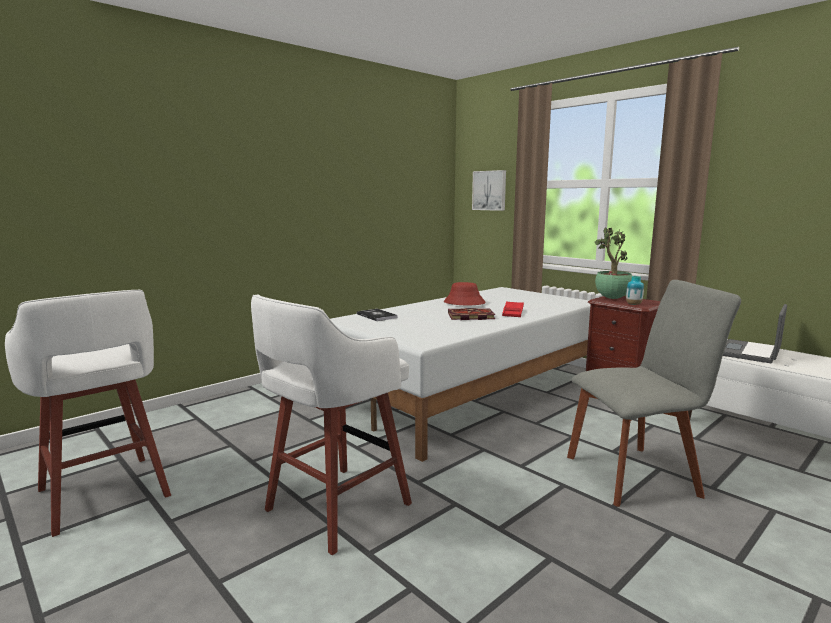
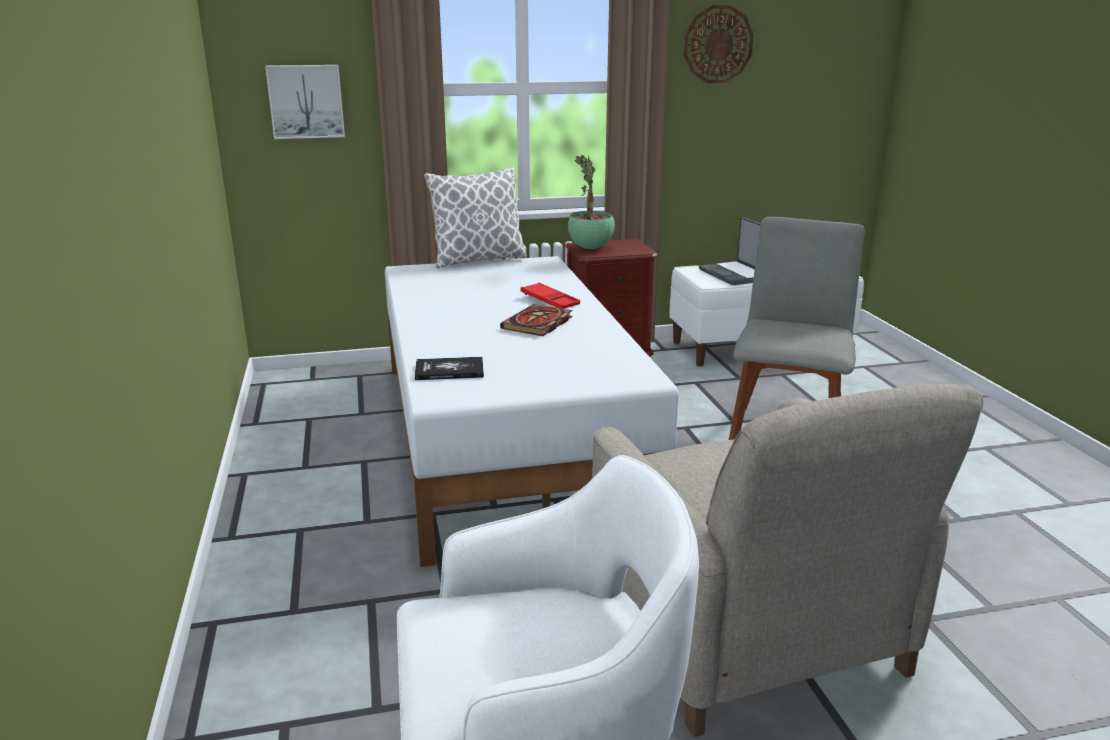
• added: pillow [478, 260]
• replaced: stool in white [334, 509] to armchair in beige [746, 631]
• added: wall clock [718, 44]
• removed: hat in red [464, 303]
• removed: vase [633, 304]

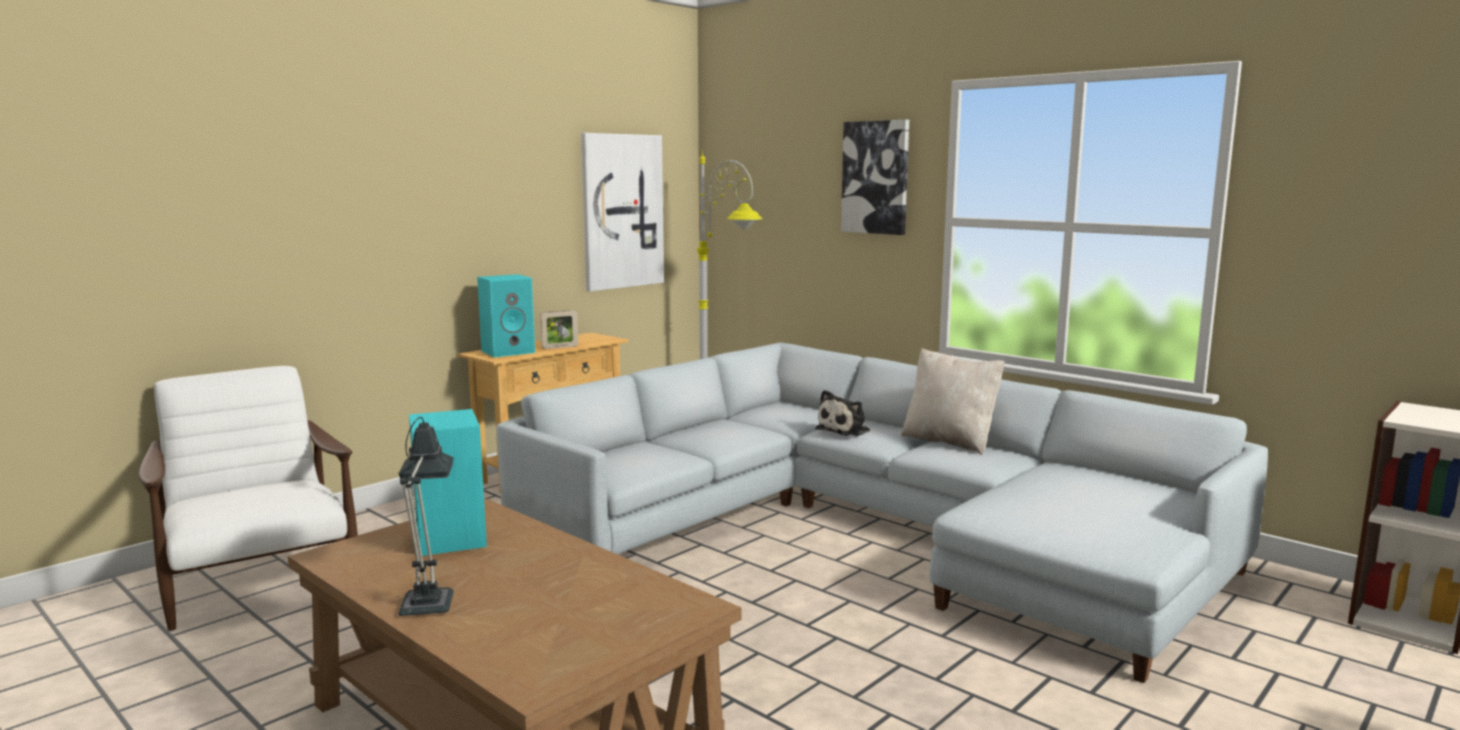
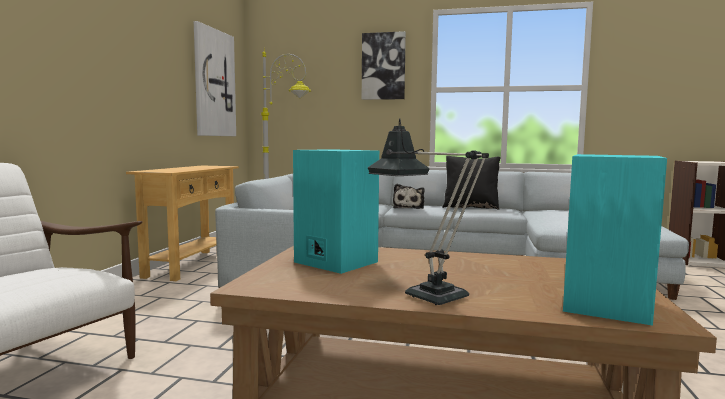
• recoloured: pillow in beige [949, 442] to pillow in black [470, 207]
• moved: speaker in turquoise [509, 351] to [603, 303]
• removed: picture frame [560, 347]

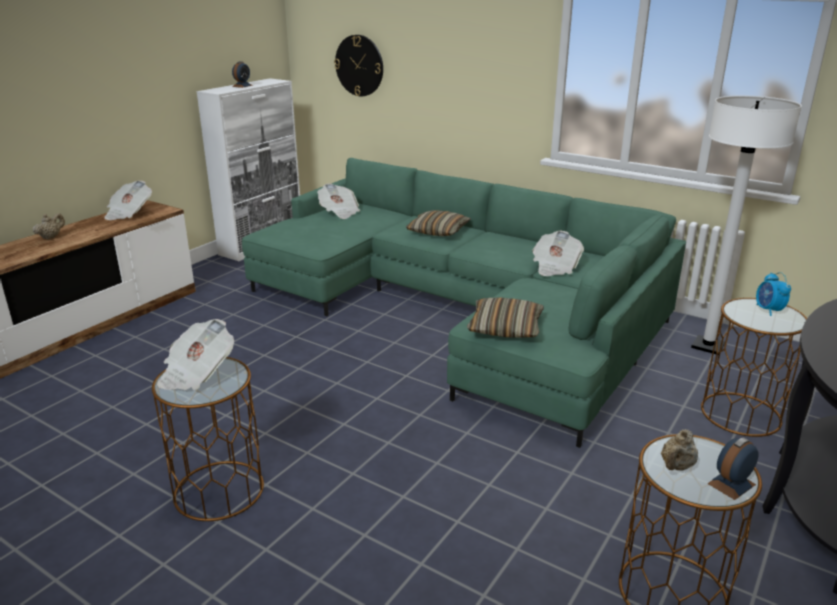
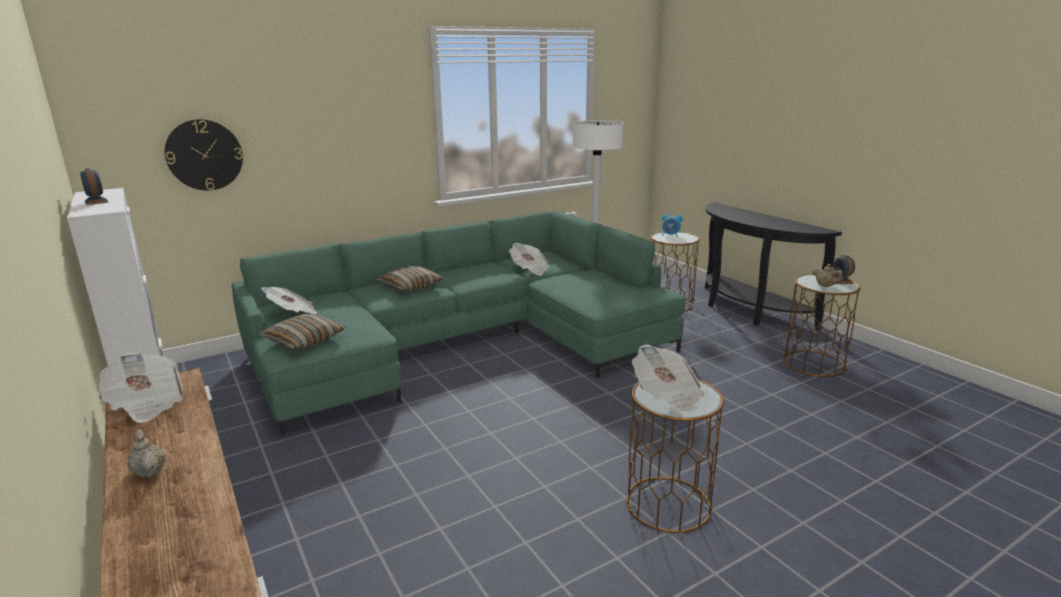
• moved: pillow [505, 328] to [304, 340]

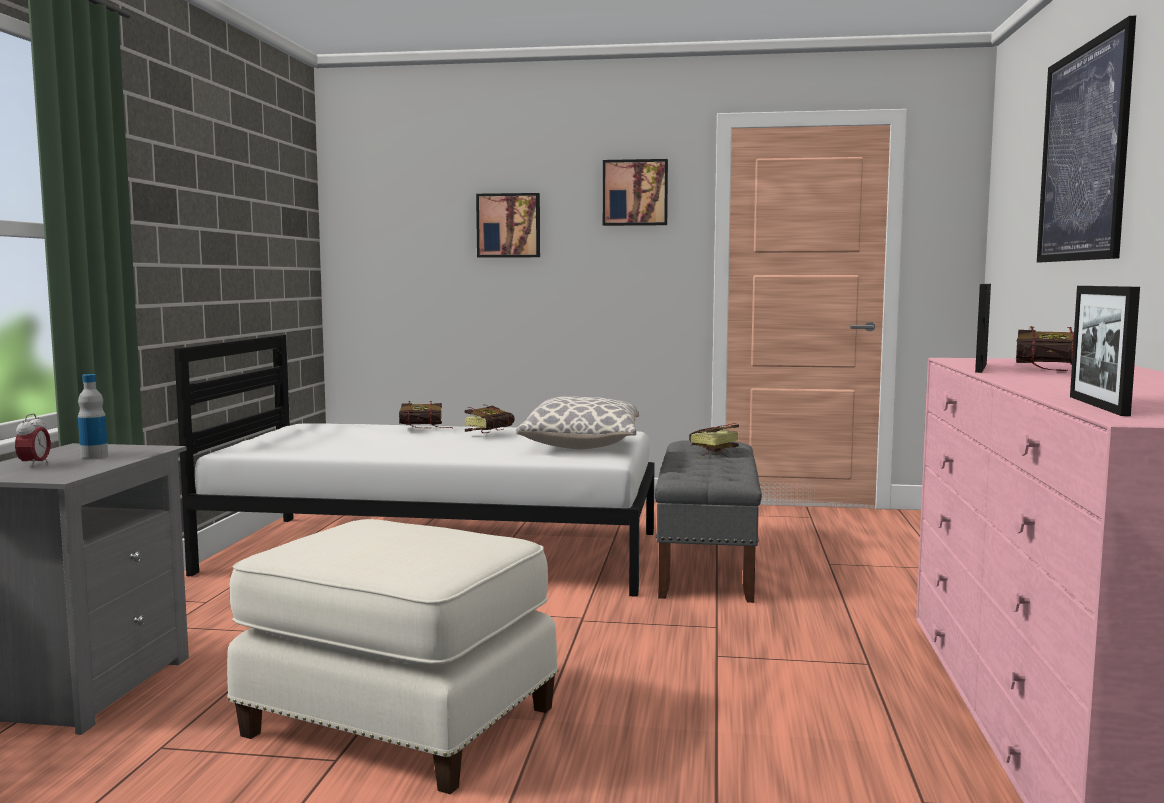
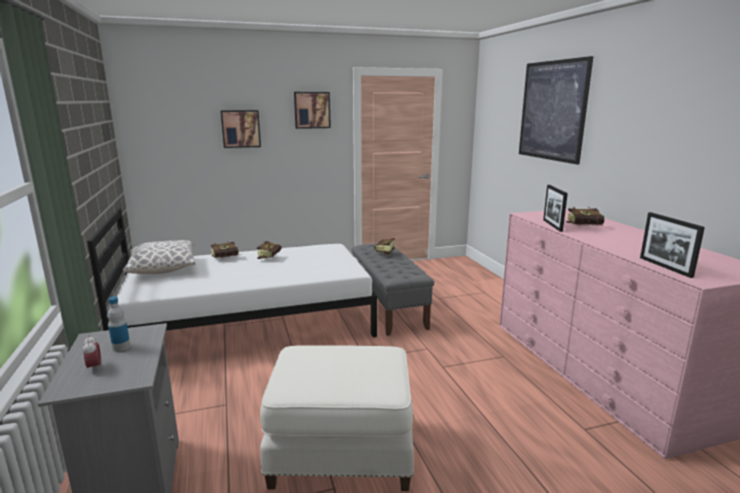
• moved: pillow [580, 447] to [163, 269]

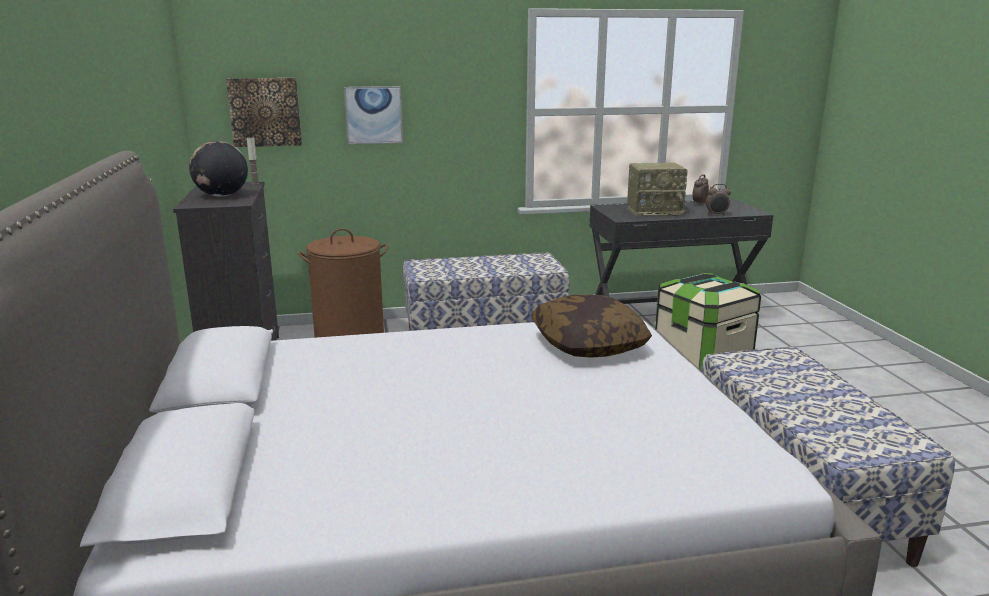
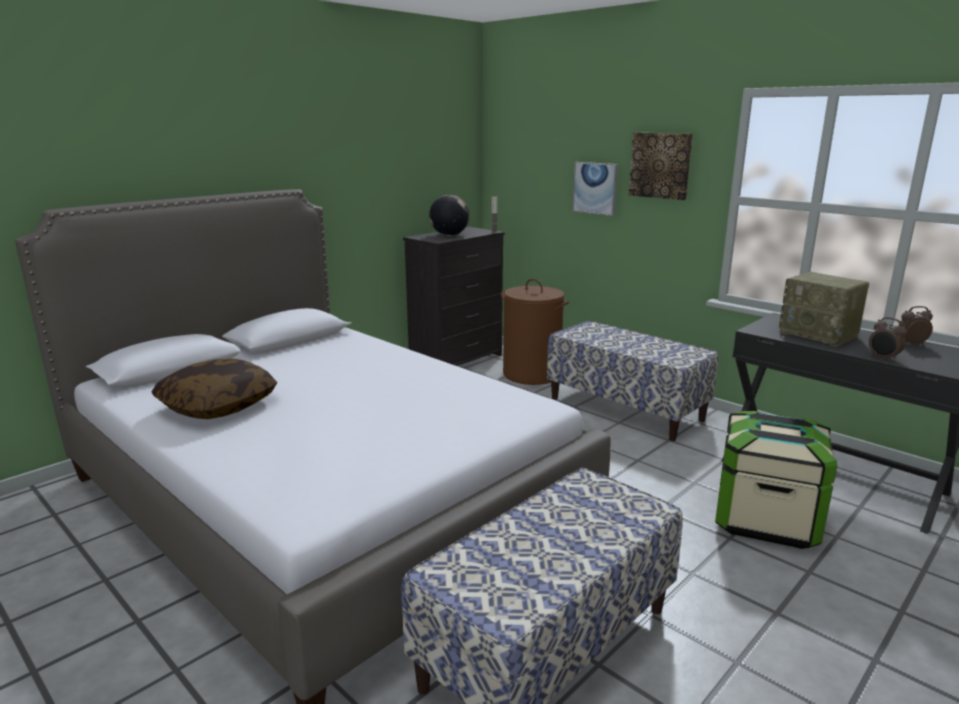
• moved: pillow [588, 345] to [218, 405]
• moved: picture [265, 112] to [660, 165]

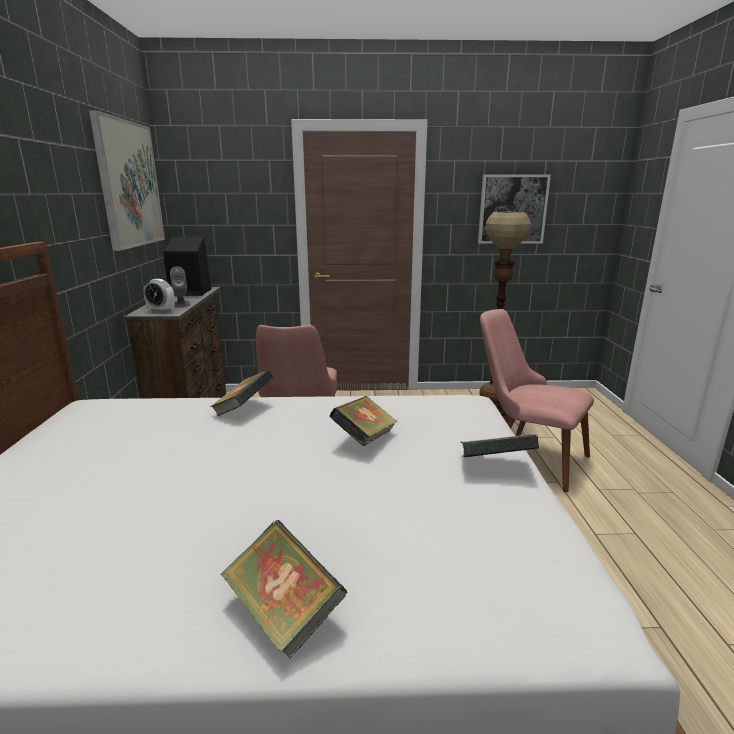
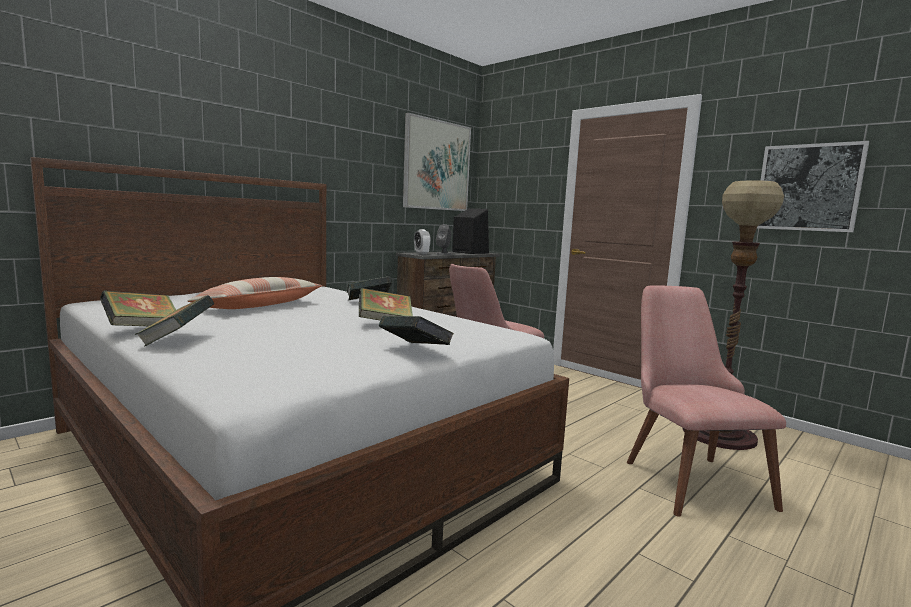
• added: book [142, 329]
• added: pillow [259, 306]

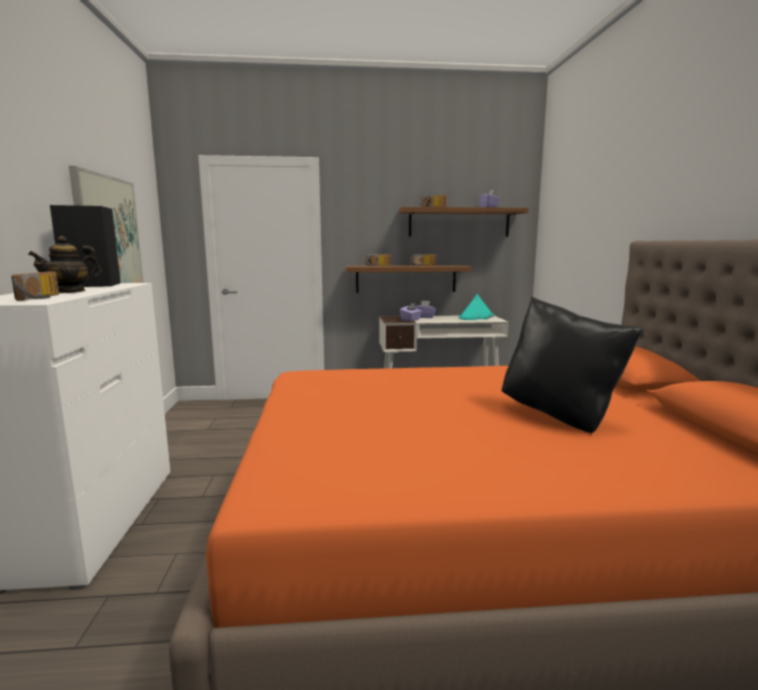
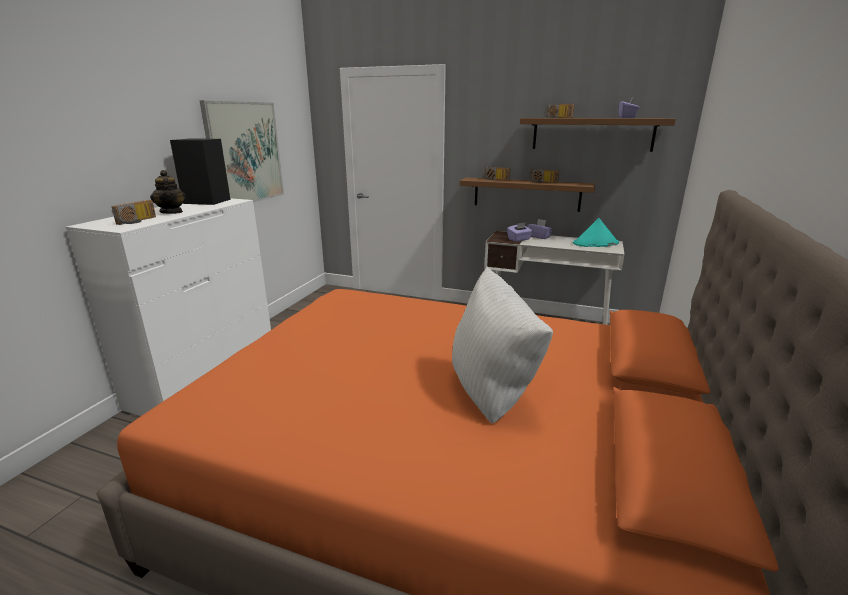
• turned: teapot [70, 291] = [172, 212] 105 degrees counterclockwise
• recoloured: pillow in black [560, 417] to pillow in white [493, 395]

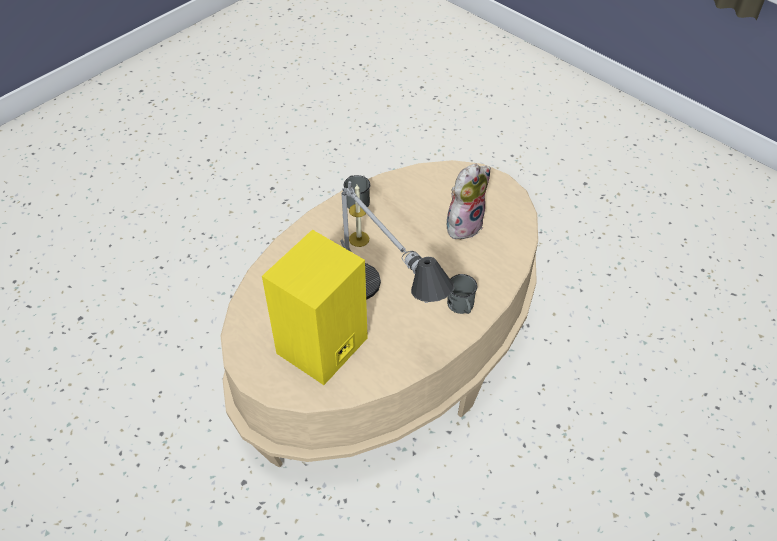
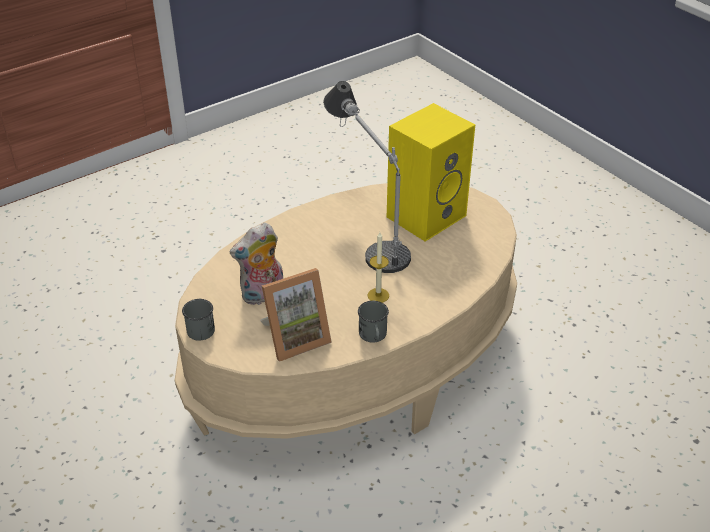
• moved: mug in grey [462, 307] to [201, 327]
• added: picture frame [295, 338]

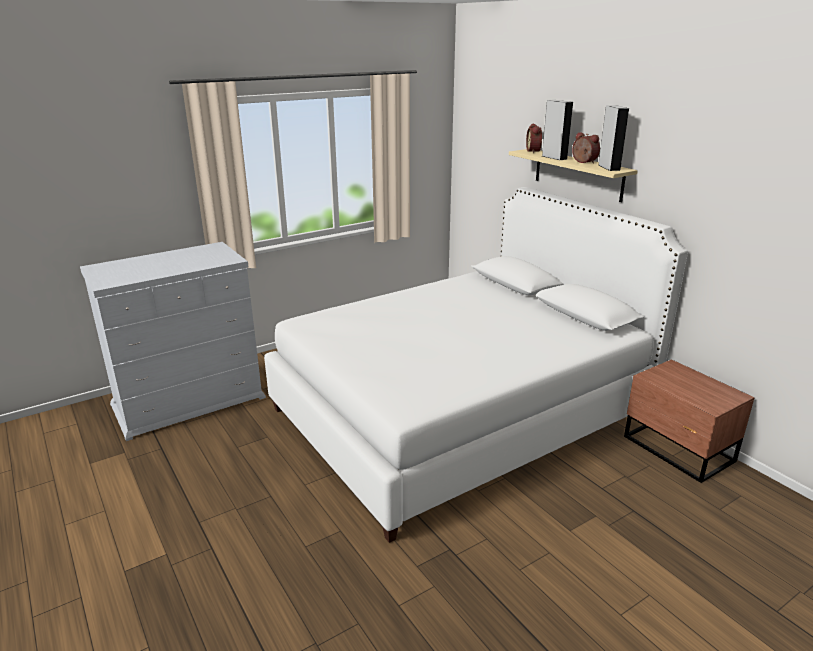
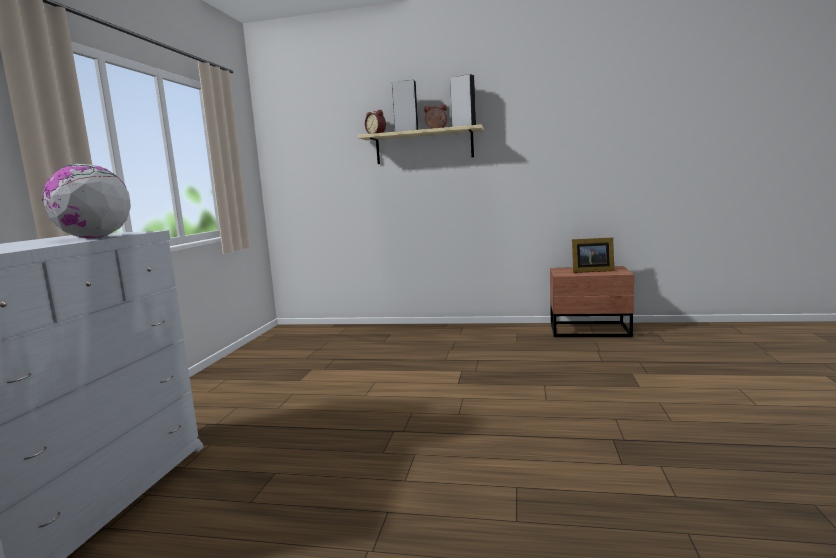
• added: globe [94, 238]
• added: picture frame [591, 271]
• removed: bed in white [460, 412]

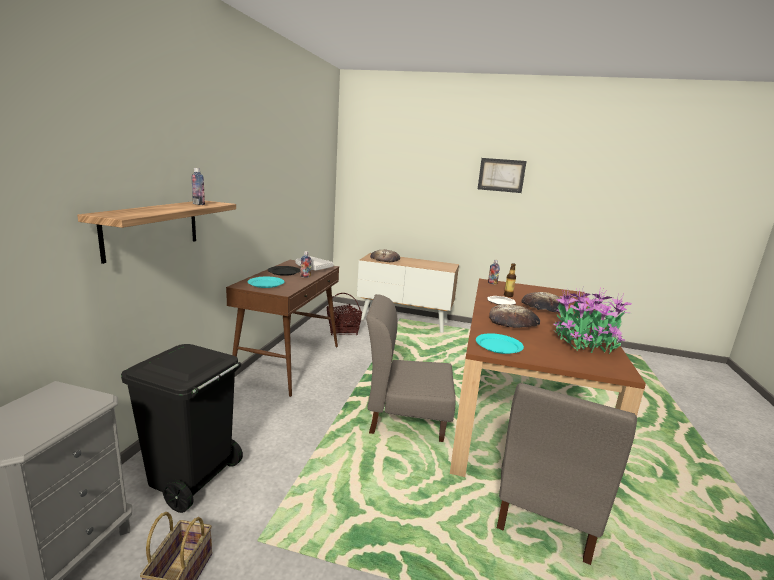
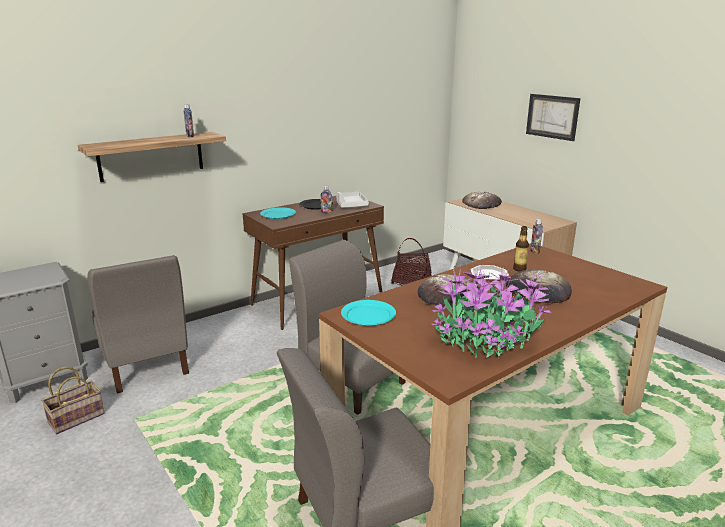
• replaced: trash can in black [191, 480] to chair in grey [146, 365]
• moved: picture [501, 175] to [552, 116]

